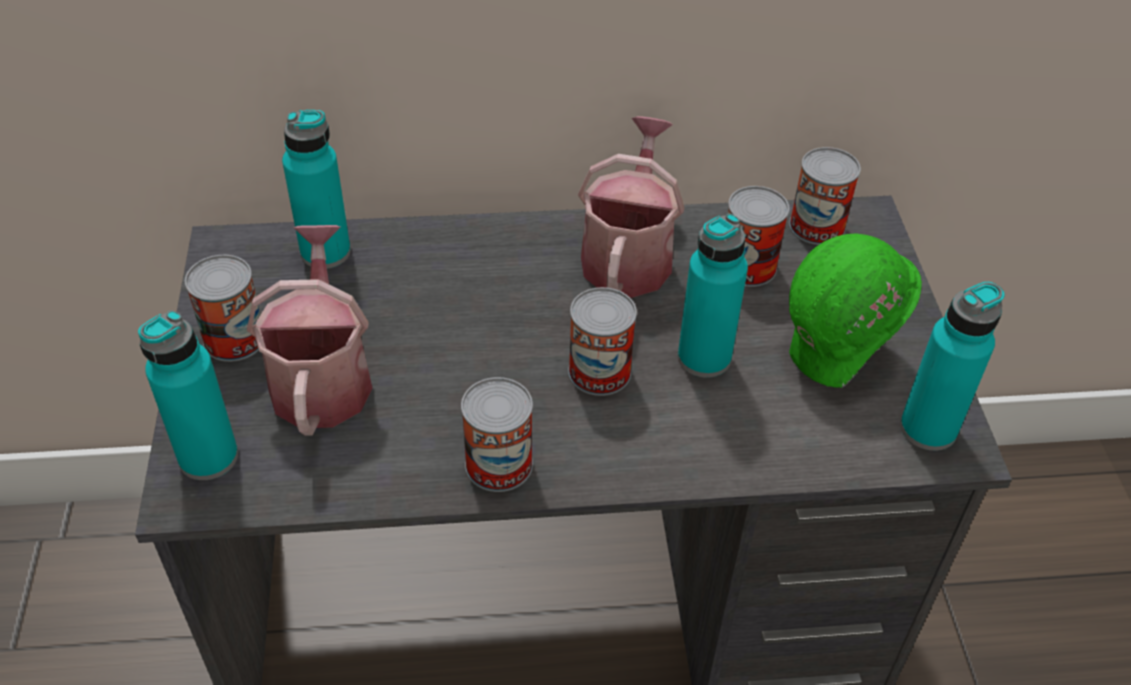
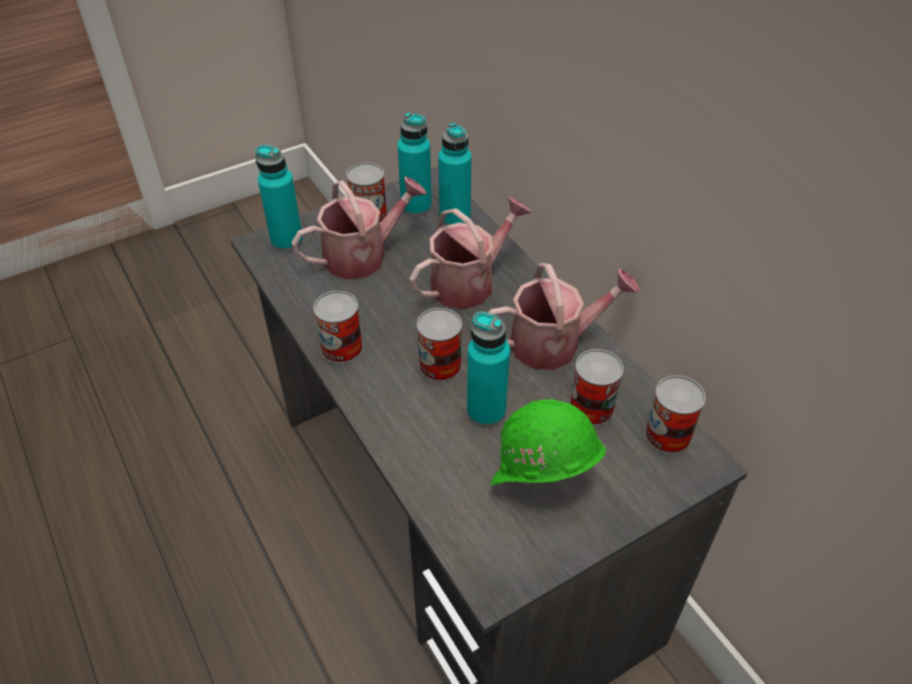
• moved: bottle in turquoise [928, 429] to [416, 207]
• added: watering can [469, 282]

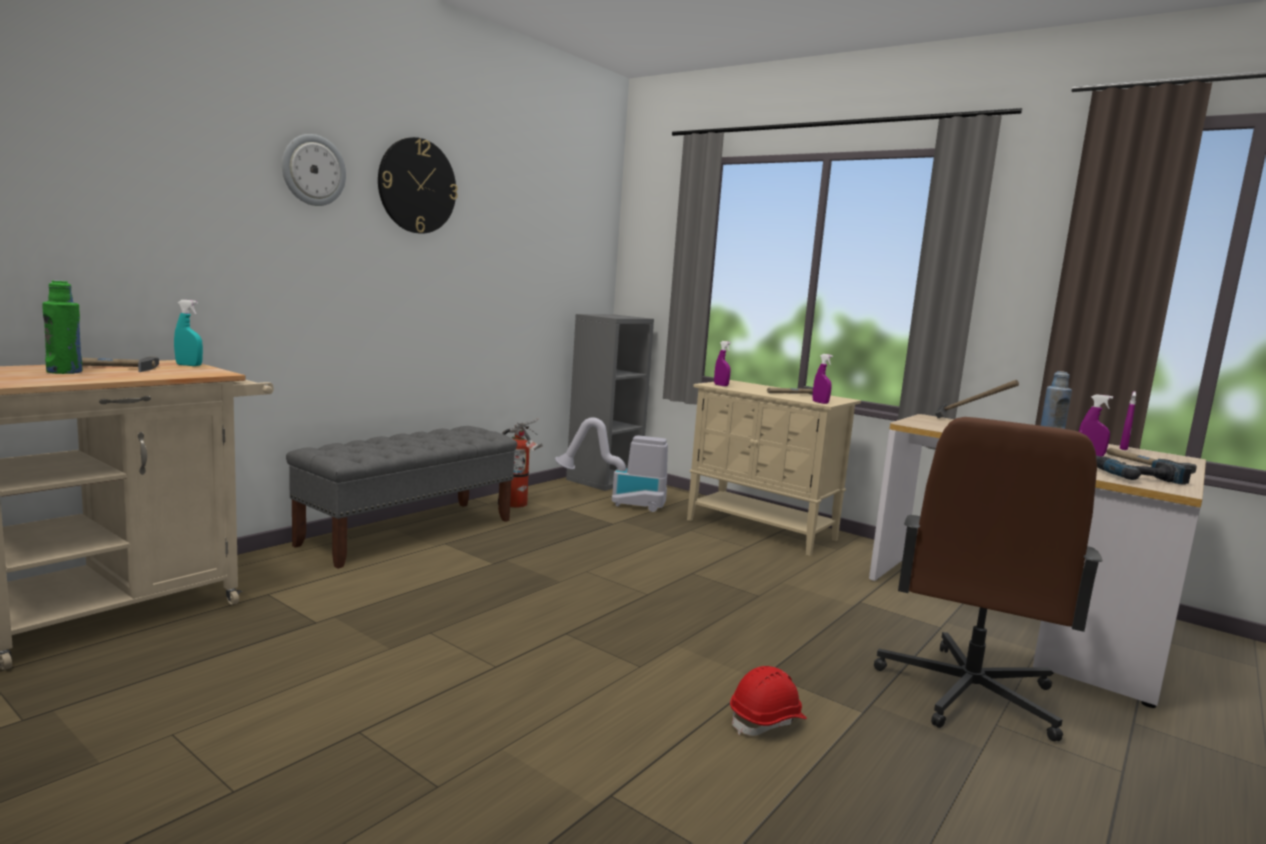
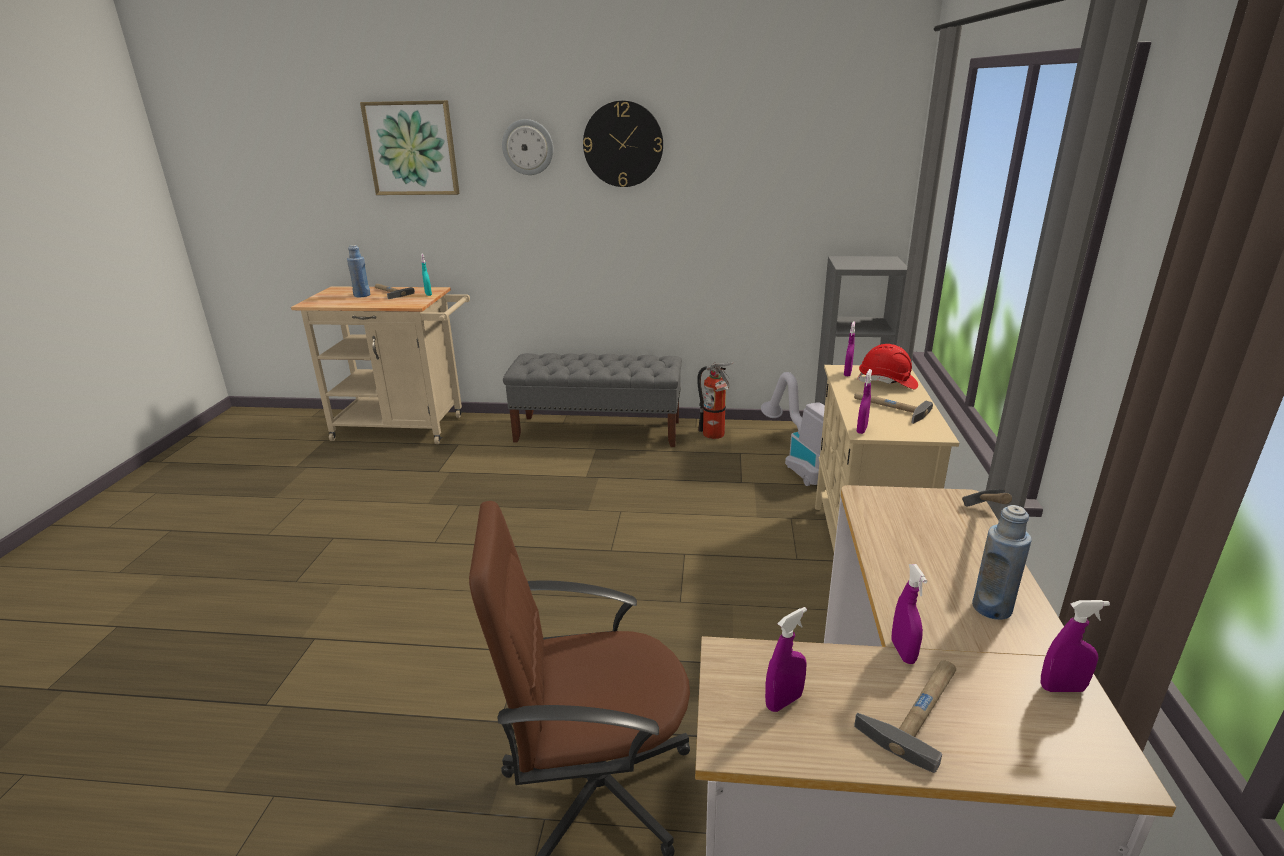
• recoloured: bottle in green [64, 372] to bottle in blue [362, 295]
• added: picture [412, 148]
• replaced: power drill [1136, 476] to spray bottle in purple [784, 701]
• moved: hard hat in red [767, 721] to [887, 382]

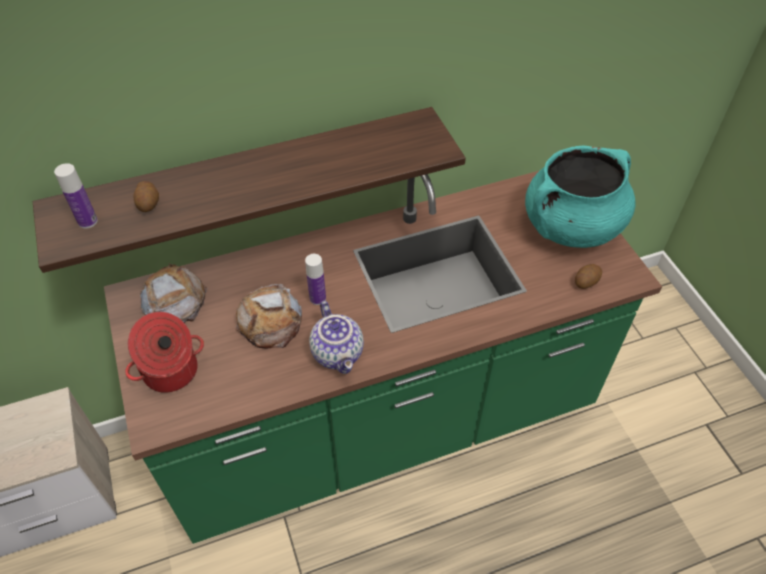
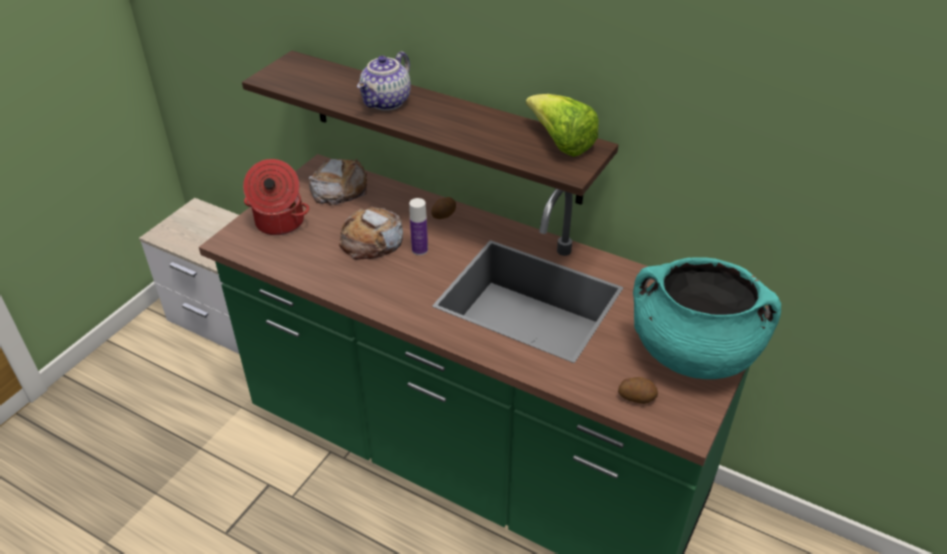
• moved: teapot [339, 353] to [387, 102]
• moved: potato [149, 204] to [444, 215]
• added: lettuce [561, 143]
• removed: bottle [87, 221]

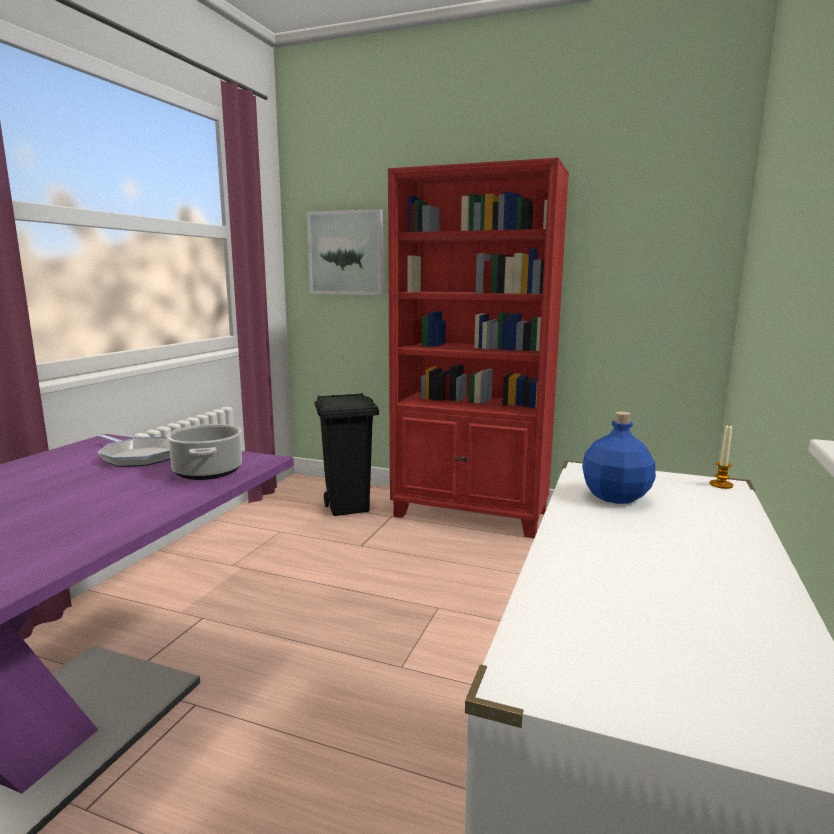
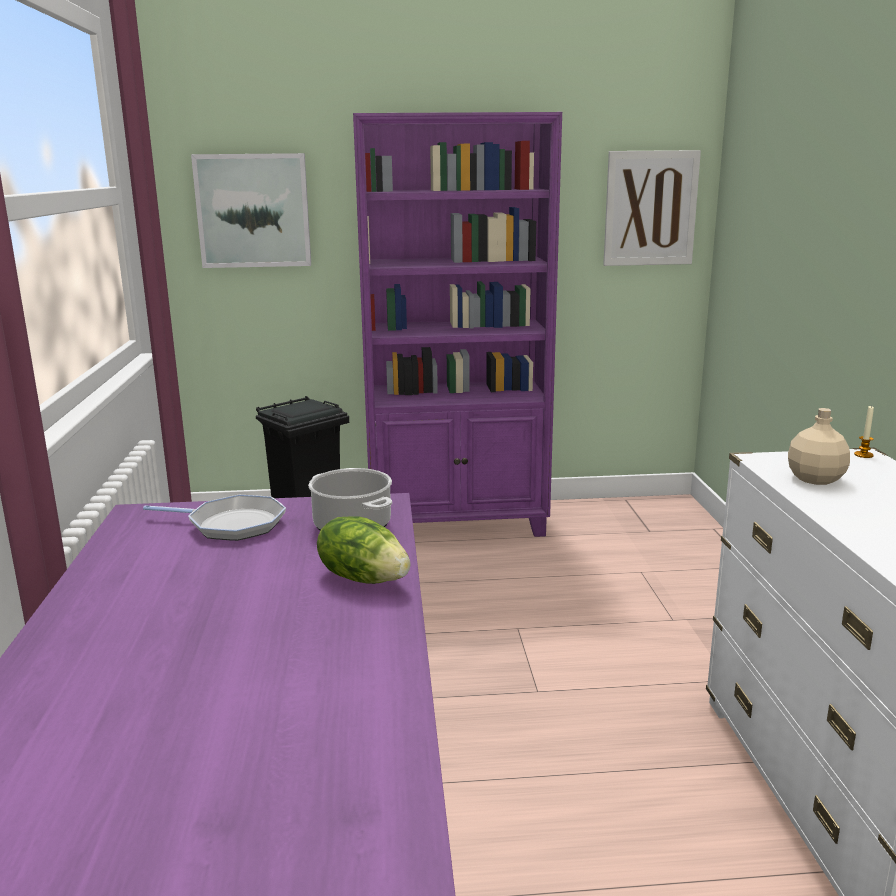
• added: lettuce [364, 577]
• recoloured: bookcase in red [471, 514] to bookcase in purple [458, 524]
• added: picture [650, 208]
• recoloured: bottle in blue [615, 496] to bottle in beige [814, 478]

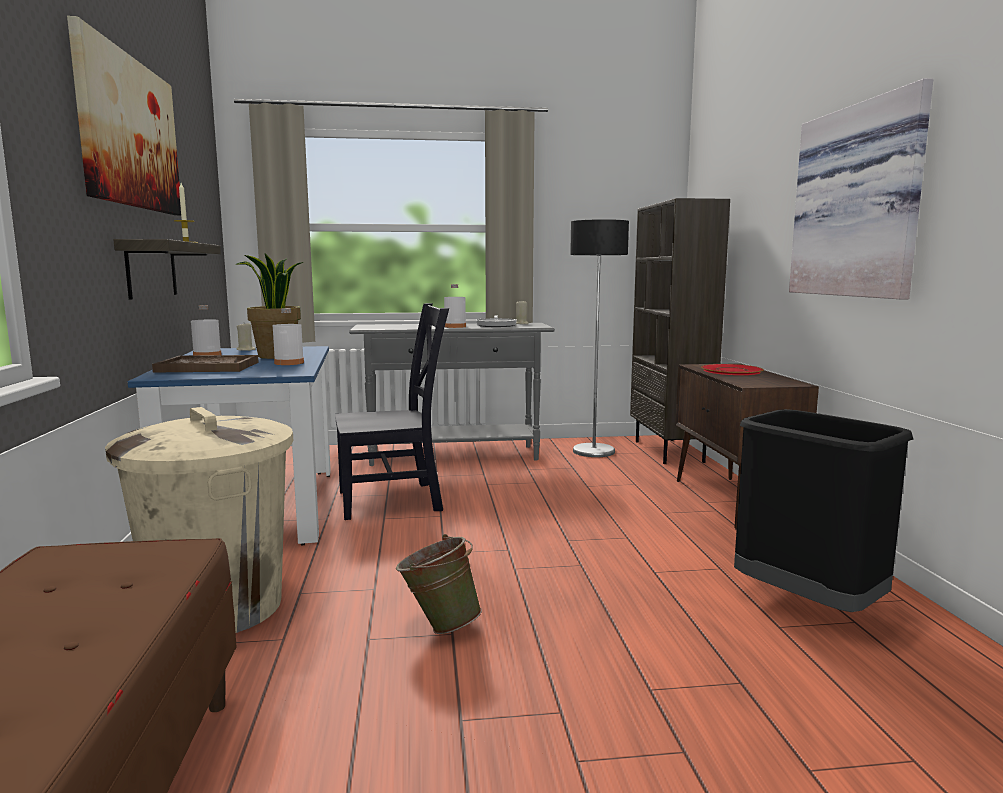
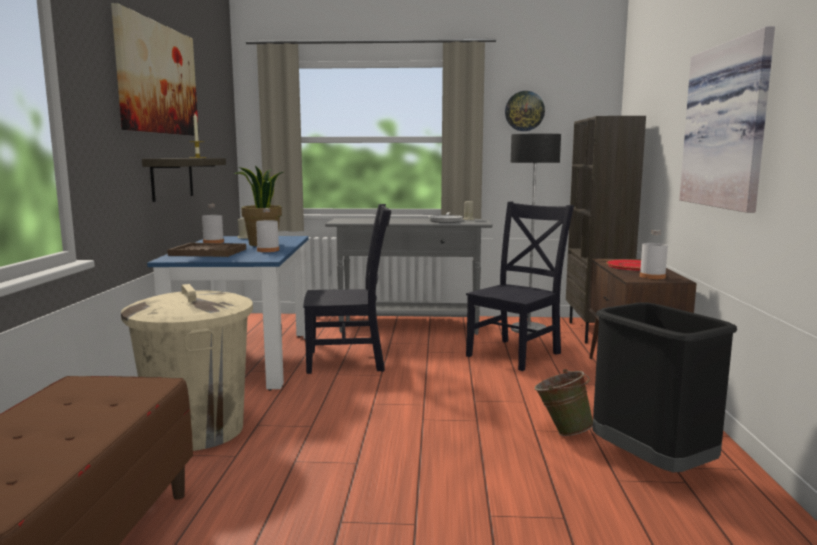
• added: chair in black [516, 353]
• added: wall clock [524, 111]
• moved: bucket in green [439, 625] to [562, 431]
• moved: bottle in white [455, 326] to [652, 276]

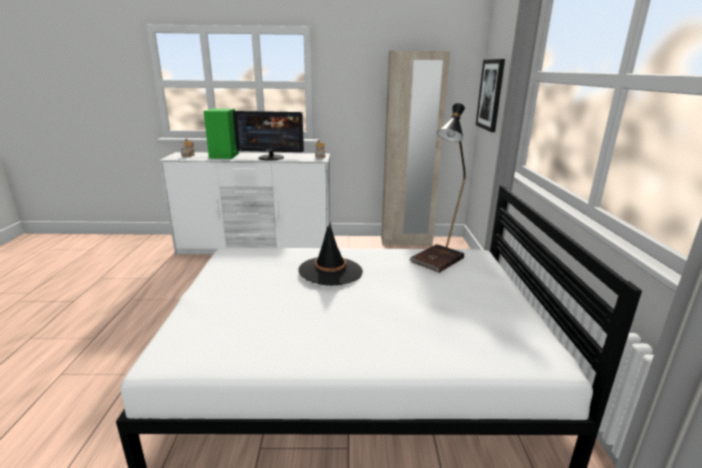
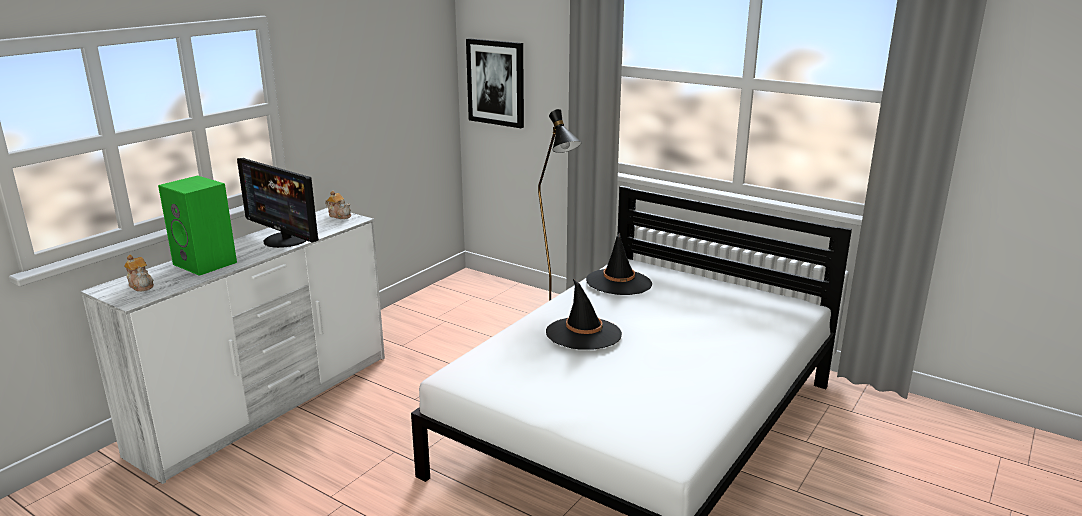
• turned: monitor [271, 157] = [285, 240] 90 degrees clockwise
• replaced: book in brown [436, 260] to hat in black [618, 282]
• removed: wardrobe in beige [406, 241]

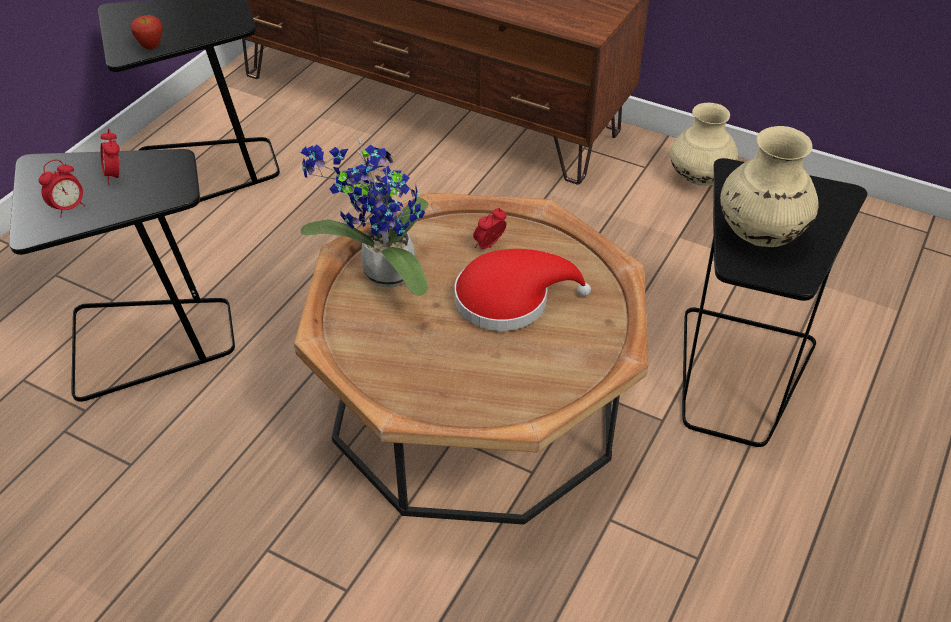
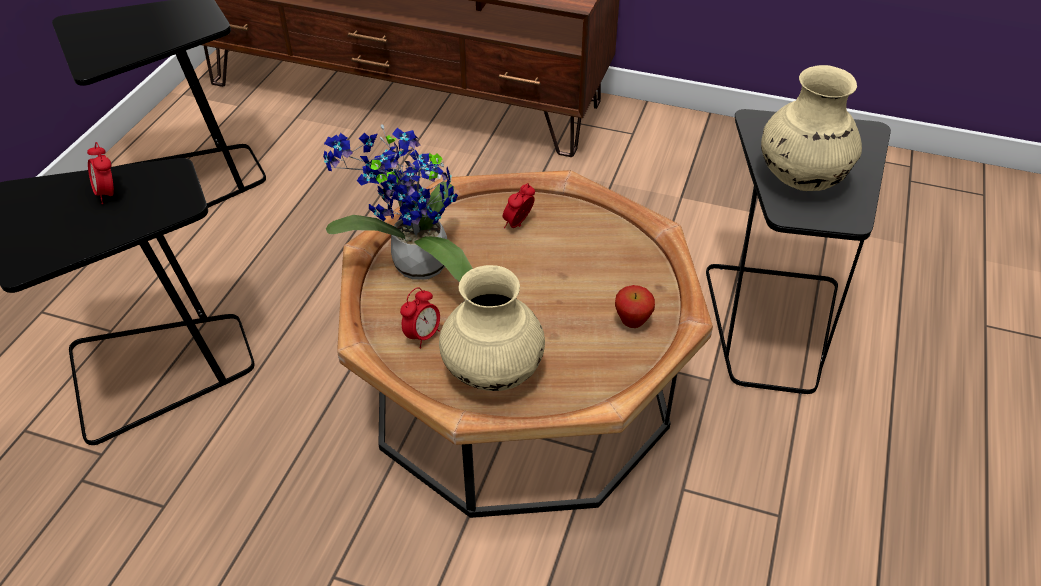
• moved: alarm clock [69, 208] to [422, 336]
• moved: vase in beige [699, 179] to [493, 373]
• moved: apple [151, 47] to [632, 323]
• removed: hat in red [510, 299]

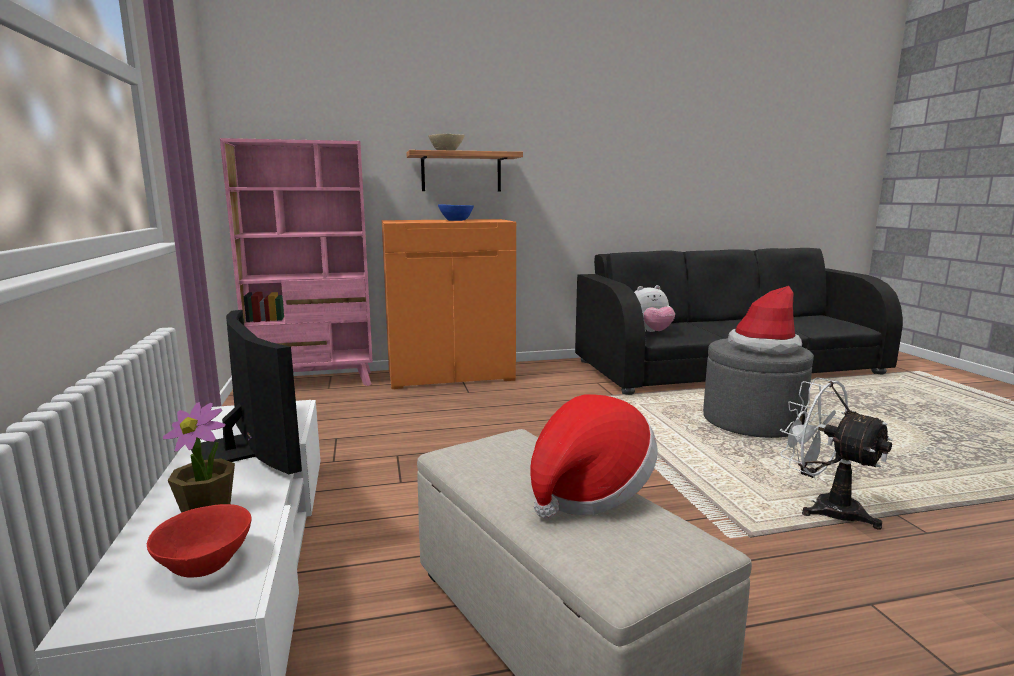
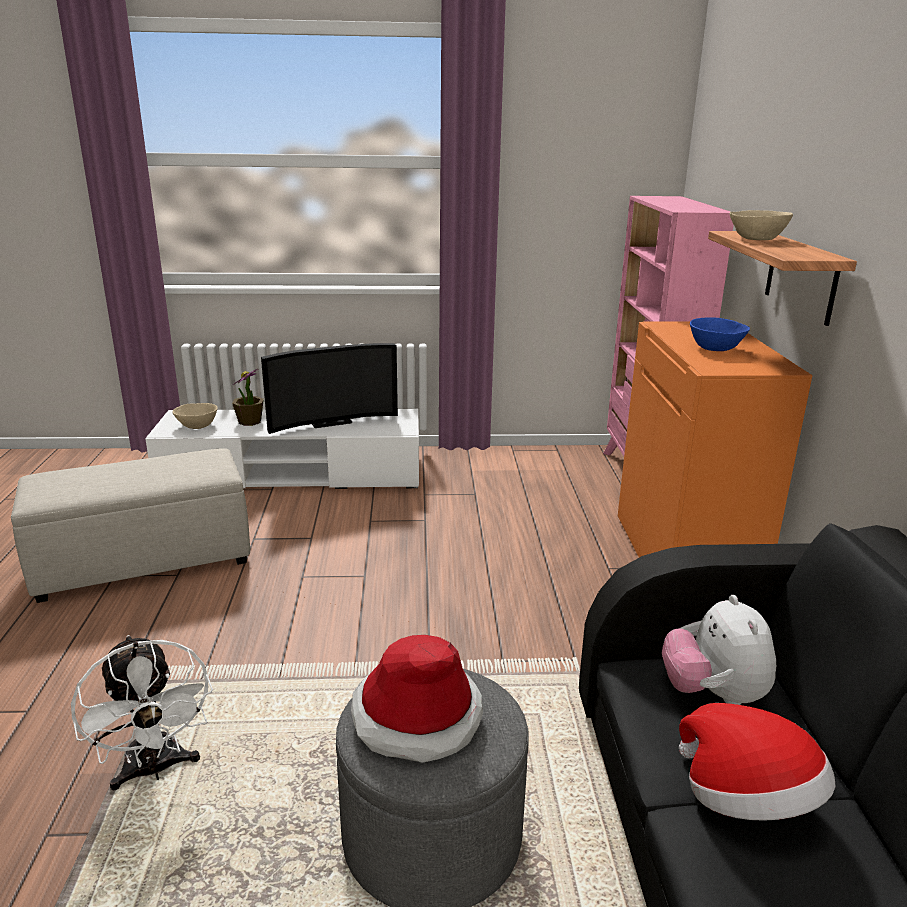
• turned: fan in white [824, 507] = [155, 770] 90 degrees clockwise
• recoloured: bowl in red [204, 564] to bowl in beige [197, 425]
• moved: hat [588, 491] to [747, 800]

